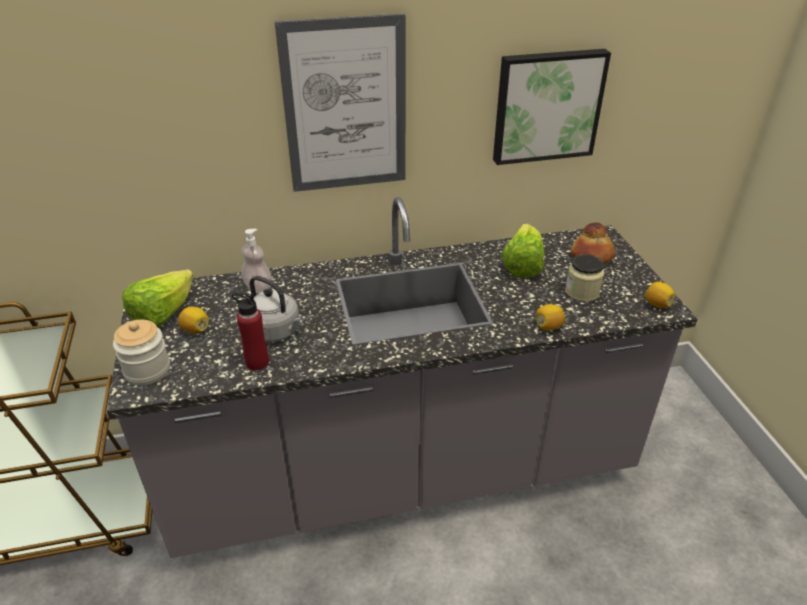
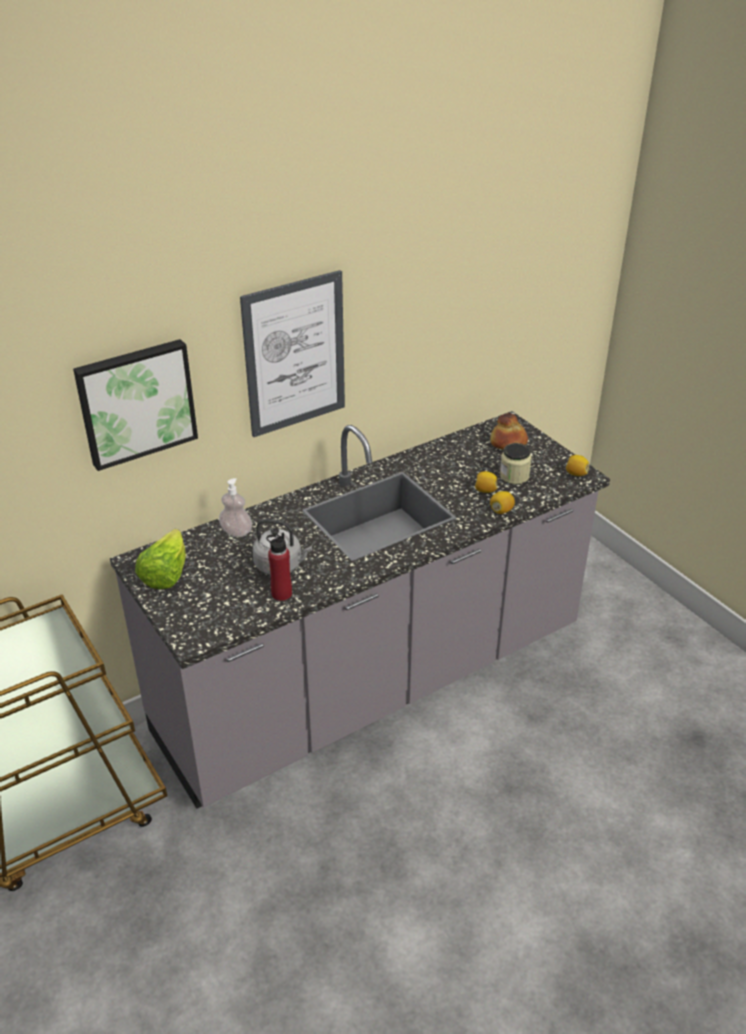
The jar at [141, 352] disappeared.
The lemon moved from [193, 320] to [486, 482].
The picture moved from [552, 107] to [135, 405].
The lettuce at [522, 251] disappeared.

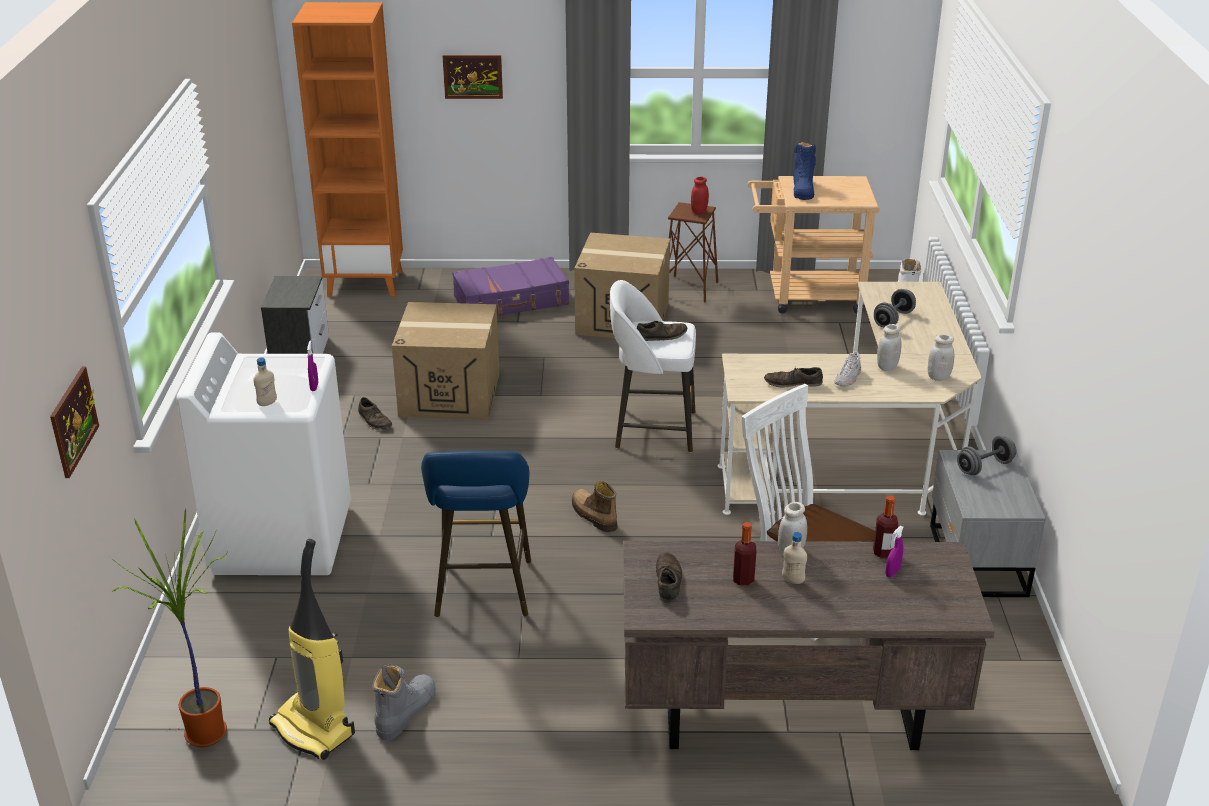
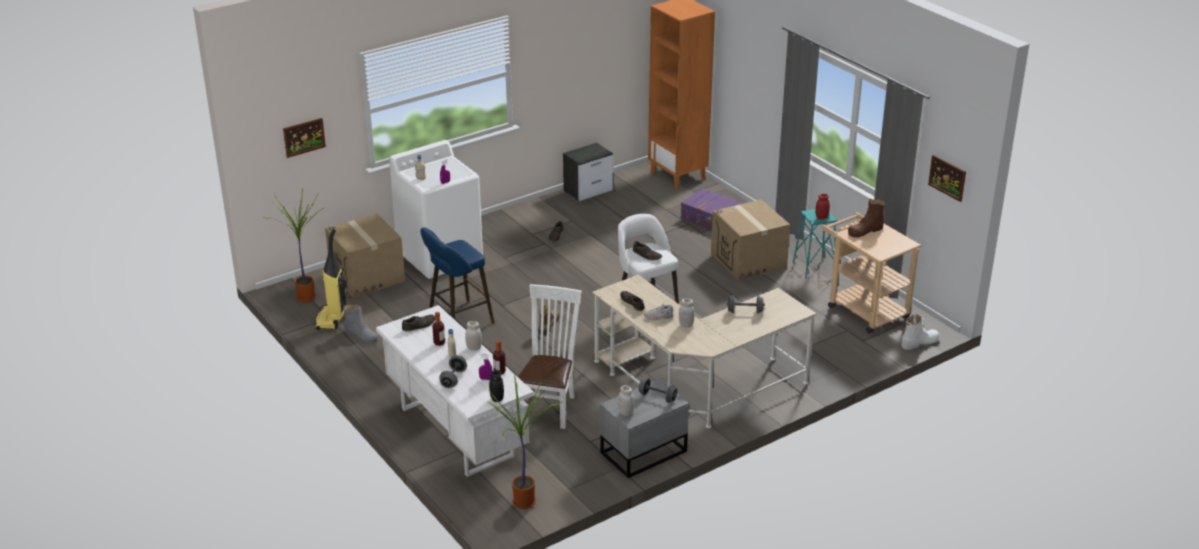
The grey boot at [404, 702] turned 45 degrees clockwise.
The cardboard box moved from [446, 361] to [365, 255].
The picture moved from [472, 77] to [947, 178].
The brown desk at [809, 645] became the white desk at [455, 391].
The brown stool at [693, 252] became the turquoise stool at [815, 244].
The blue boot at [804, 171] became the brown boot at [866, 218].
The white jar moved from [941, 357] to [626, 400].
The grey dumbbell at [453, 371] appeared.
The potted plant at [524, 441] appeared.
The black jar at [496, 386] appeared.

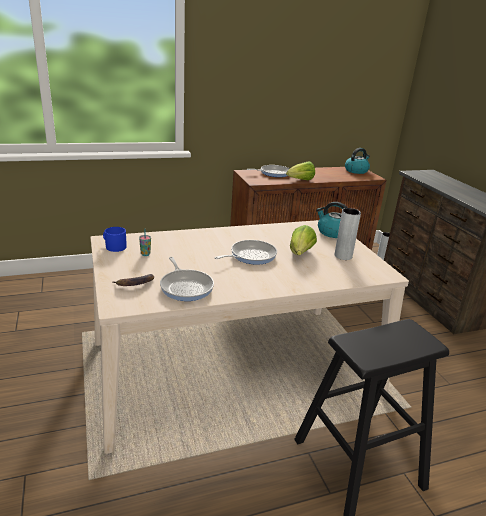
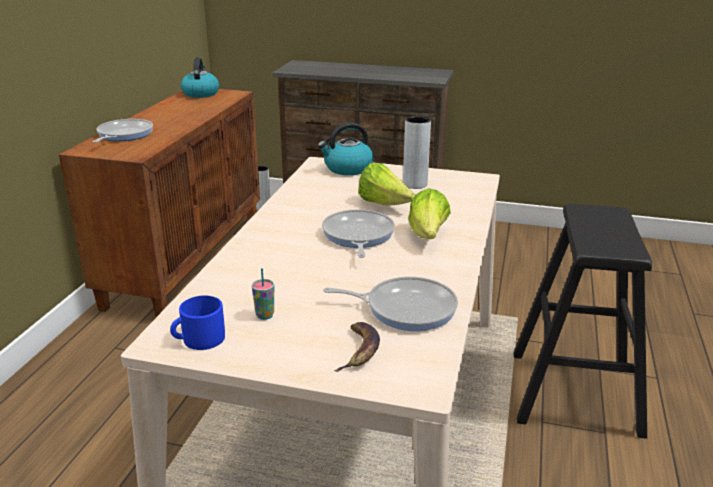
The lettuce moved from [300, 170] to [429, 213].

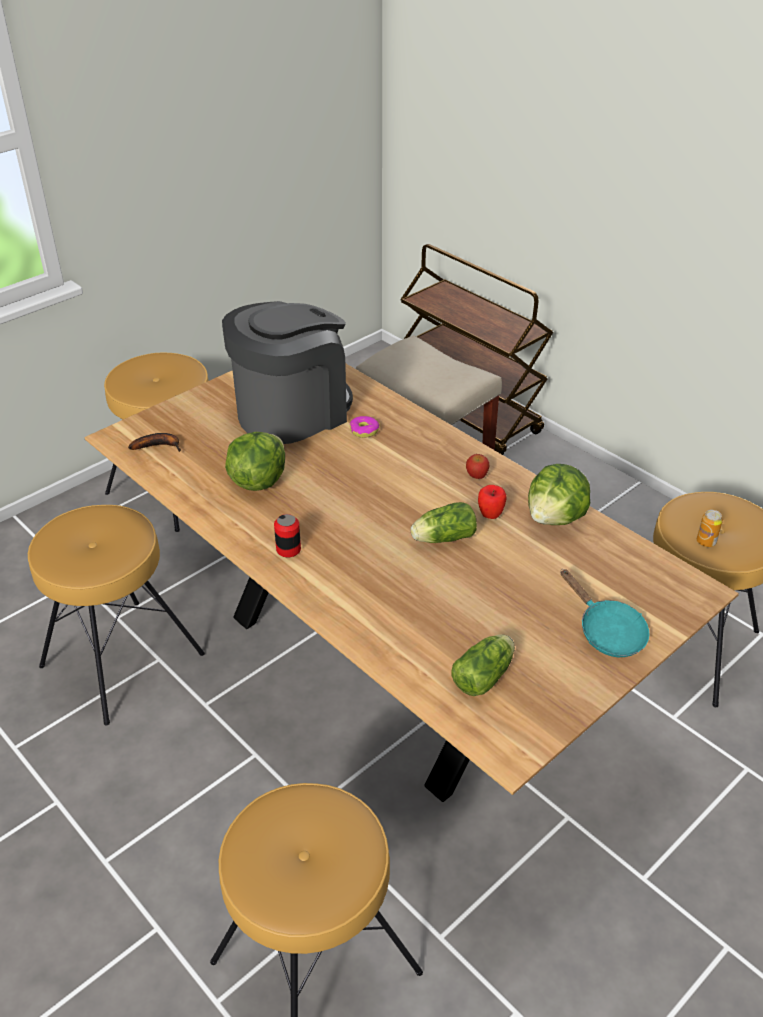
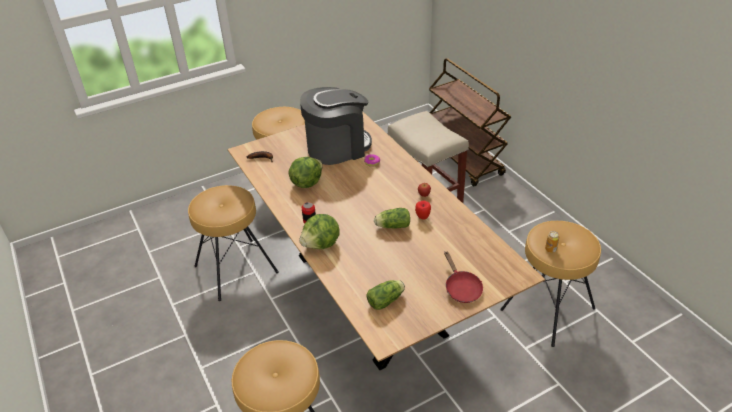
The lettuce moved from [559, 494] to [319, 231].
The turquoise frying pan at [605, 613] became the red frying pan at [463, 277].

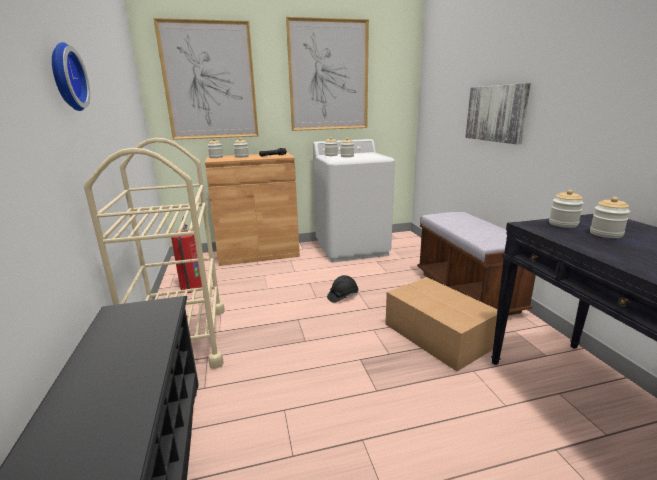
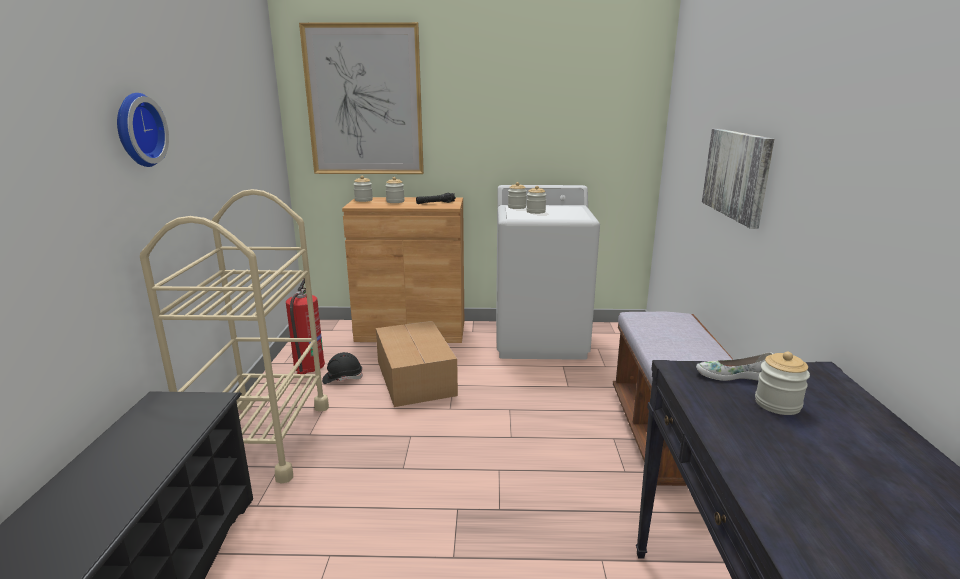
The picture at [327, 74] disappeared.
The black hard hat moved from [343, 289] to [343, 368].
The cardboard box moved from [441, 324] to [417, 364].
The jar at [566, 209] was replaced by the white shoe at [734, 366].

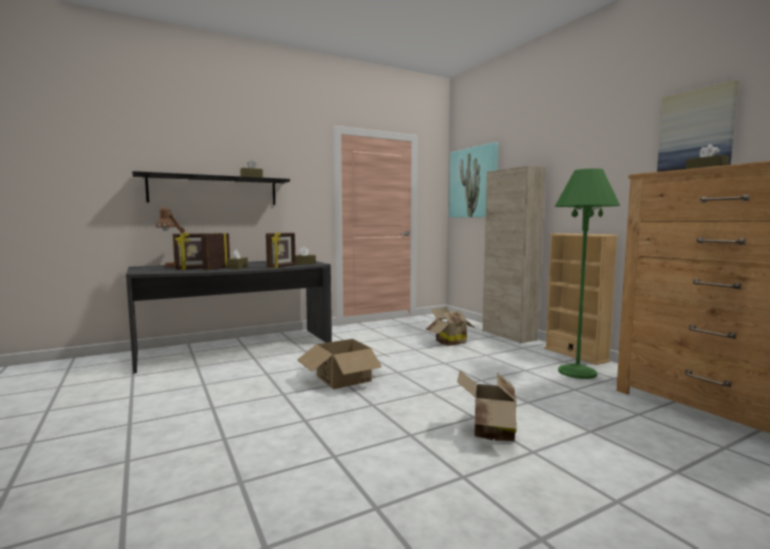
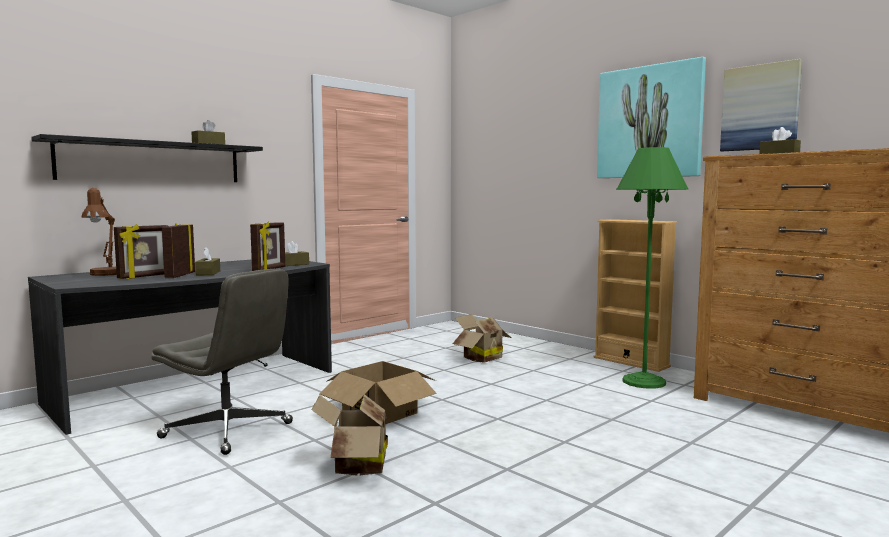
The picture moved from [473, 180] to [651, 117].
The cardboard box moved from [487, 405] to [349, 434].
The beige cabinet at [513, 254] disappeared.
The grey office chair at [222, 362] appeared.

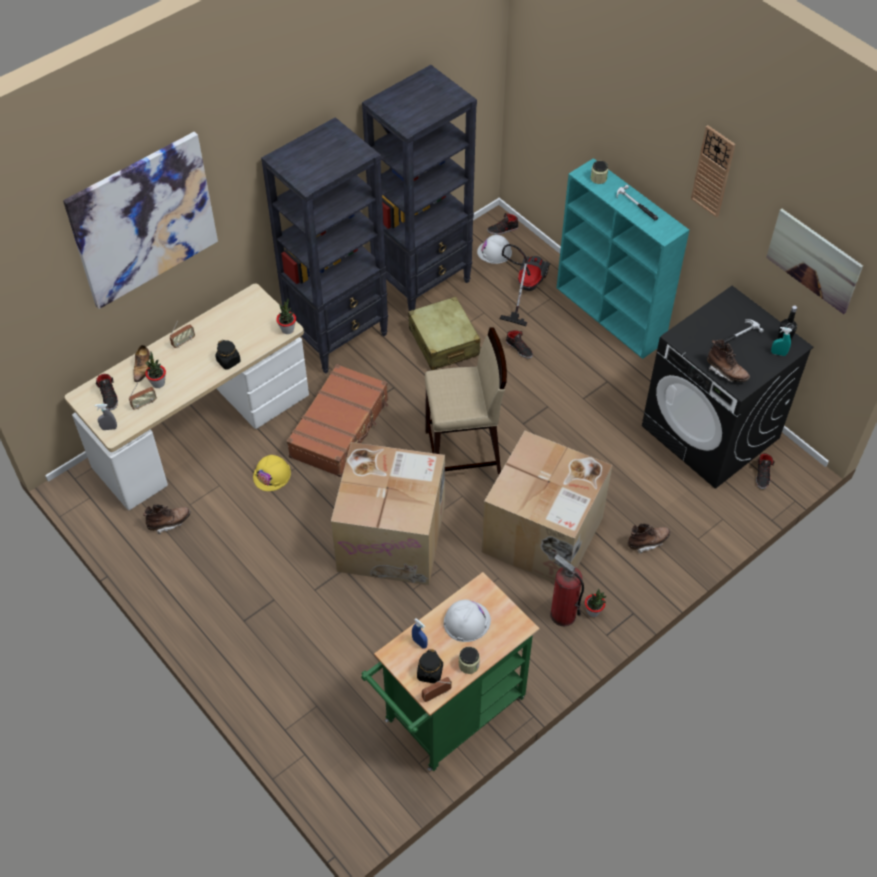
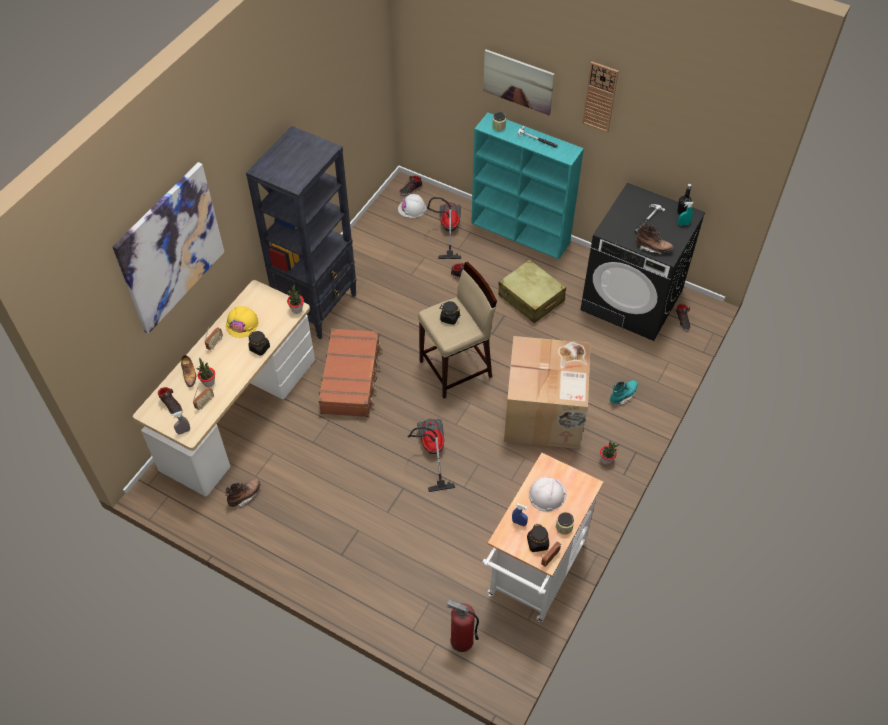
The yellow hard hat moved from [272, 473] to [242, 322].
The cardboard box at [388, 513] was replaced by the vacuum cleaner at [431, 455].
The green cart at [450, 671] became the white cart at [542, 538].
The black bookcase at [419, 188] disappeared.
The beige suitcase moved from [444, 333] to [532, 291].
The fire extinguisher moved from [567, 590] to [463, 625].
The brown boot at [648, 538] became the turquoise boot at [624, 393].
The picture moved from [814, 261] to [519, 82].
The black jar at [449, 313] appeared.

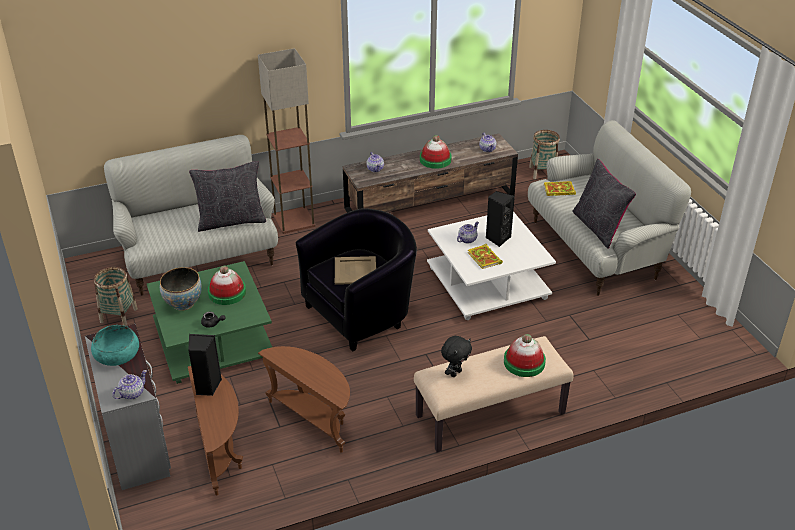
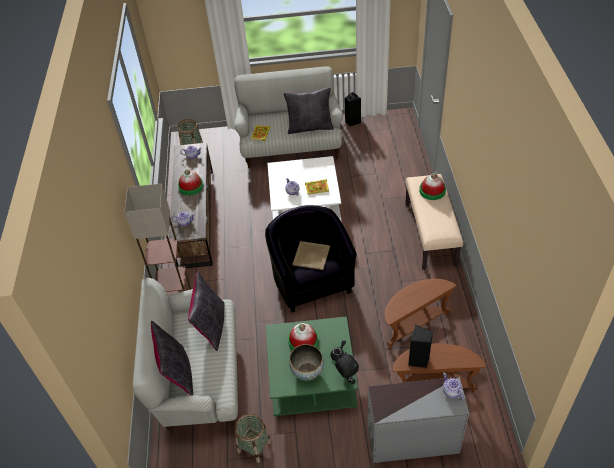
The turquoise bowl at [115, 345] disappeared.
The black plush toy moved from [456, 356] to [347, 368].
The black speaker moved from [500, 219] to [353, 109].
The black pillow at [172, 358] appeared.

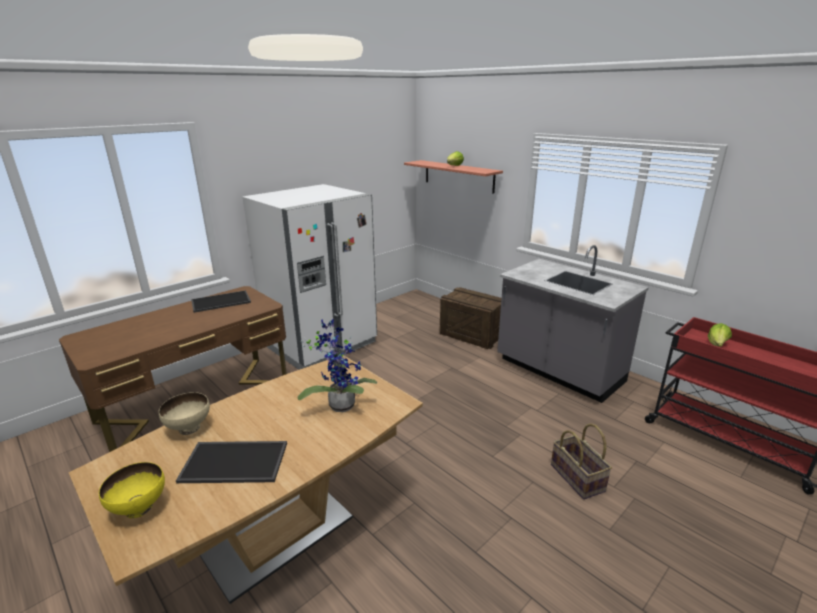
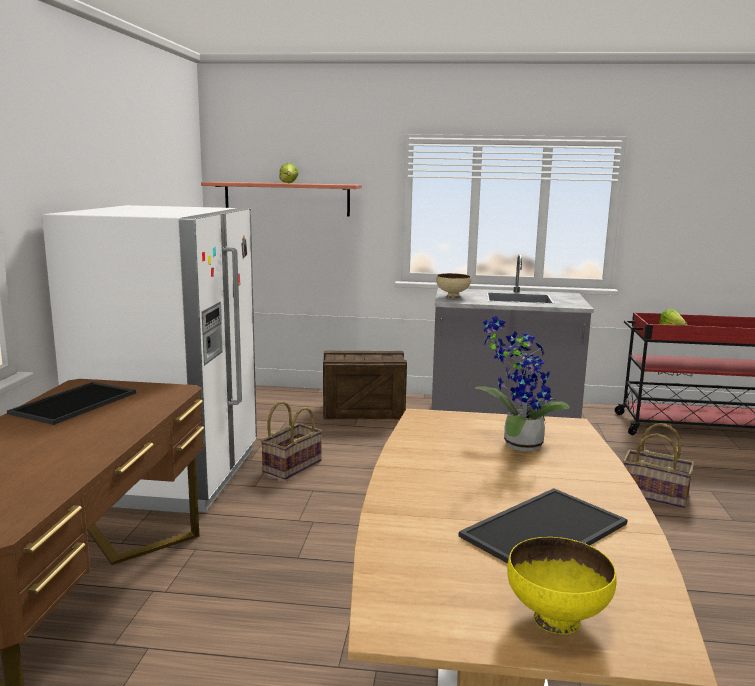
The beige bowl moved from [184, 413] to [453, 285].
The basket at [291, 440] appeared.

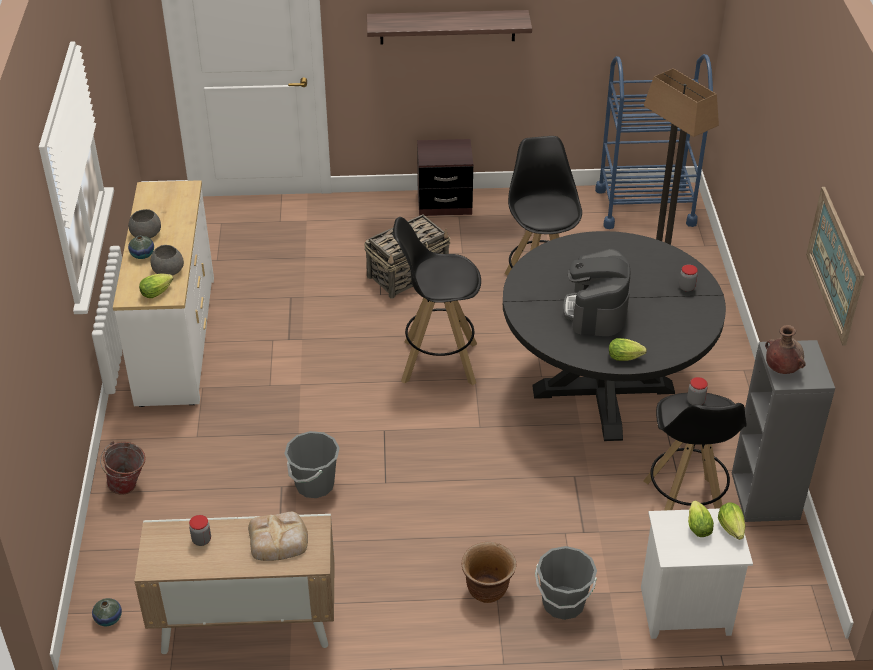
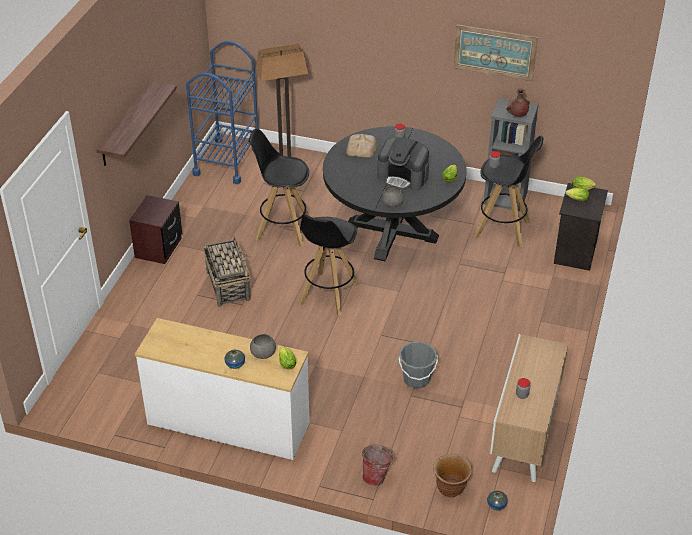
The grey bowl moved from [144, 223] to [393, 196].
The bread moved from [278, 536] to [361, 146].
The brown planter moved from [489, 572] to [452, 475].
The grey bucket at [566, 583] disappeared.
The white nightstand at [697, 573] became the black nightstand at [581, 227].

